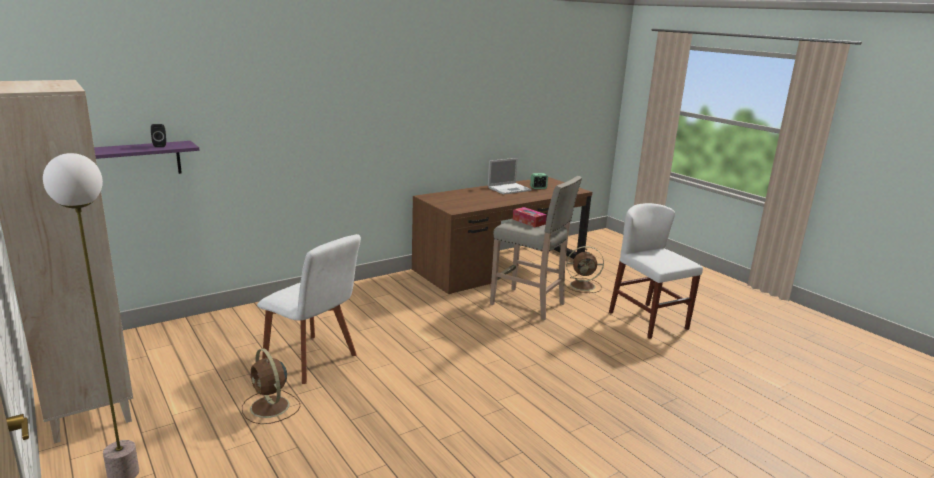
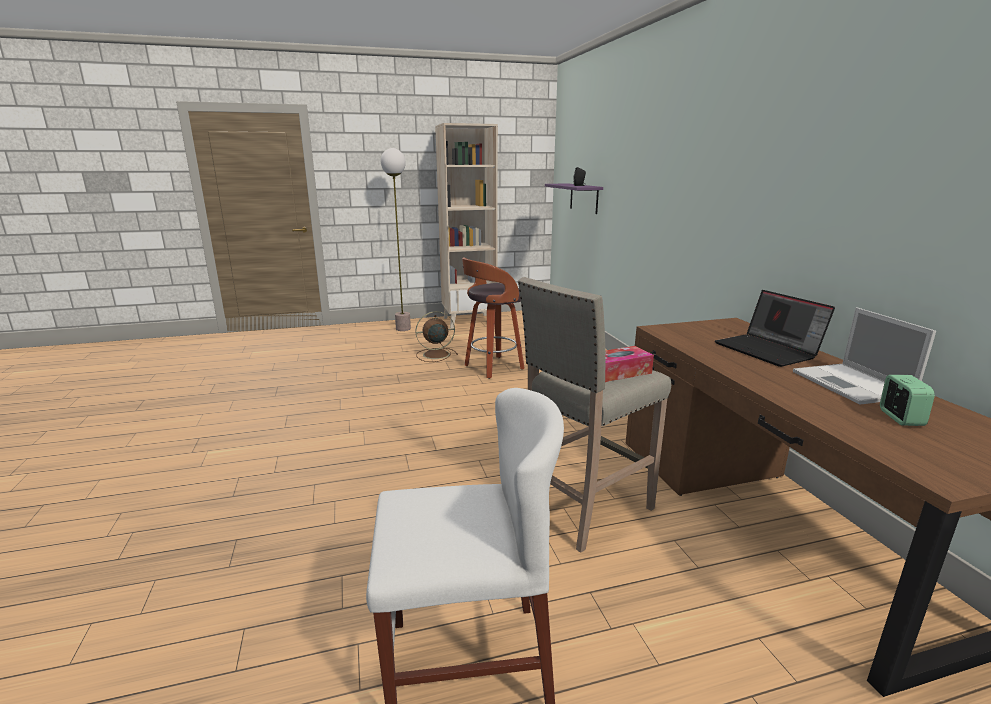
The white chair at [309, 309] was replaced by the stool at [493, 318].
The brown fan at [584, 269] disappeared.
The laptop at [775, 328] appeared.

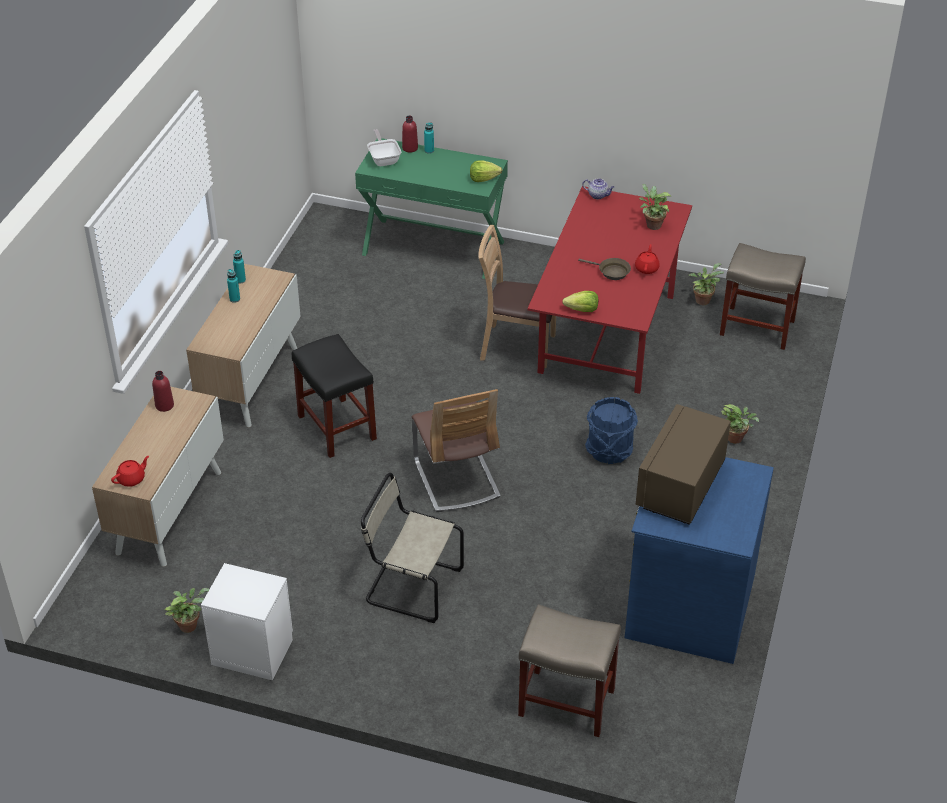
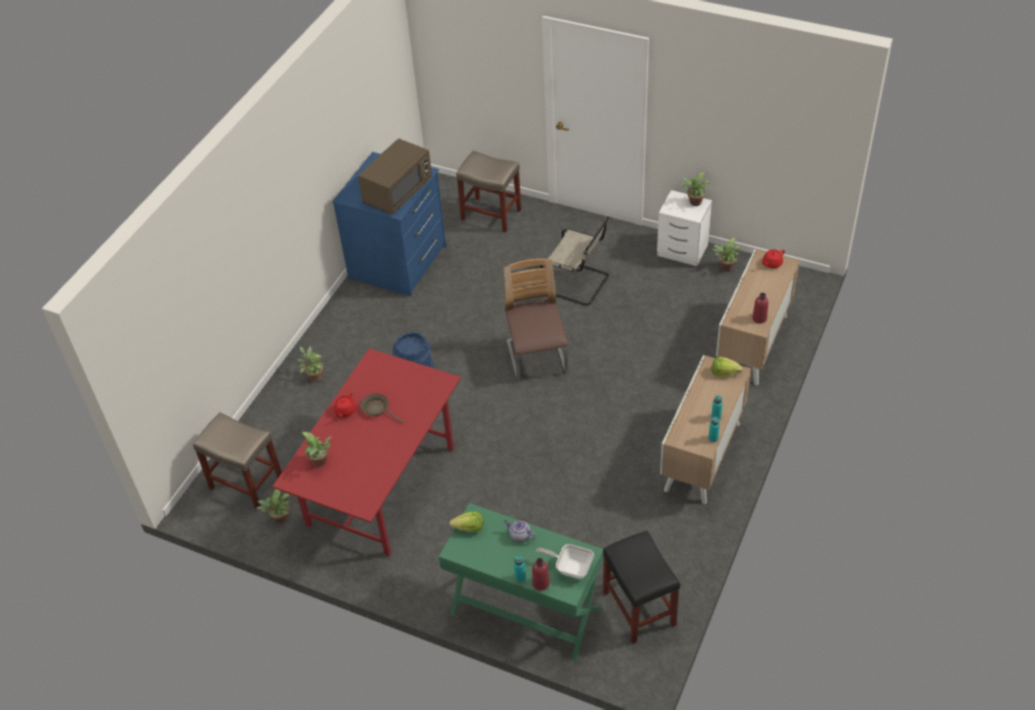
The black stool moved from [334, 396] to [641, 587].
The frying pan at [384, 147] turned 120 degrees clockwise.
The brown chair at [517, 296] disappeared.
The lettuce moved from [580, 301] to [727, 367].
The teapot moved from [598, 188] to [520, 531].
The potted plant at [694, 189] appeared.

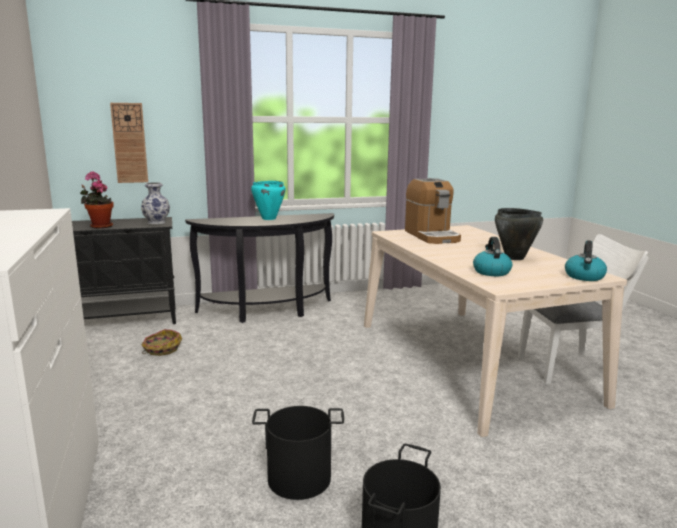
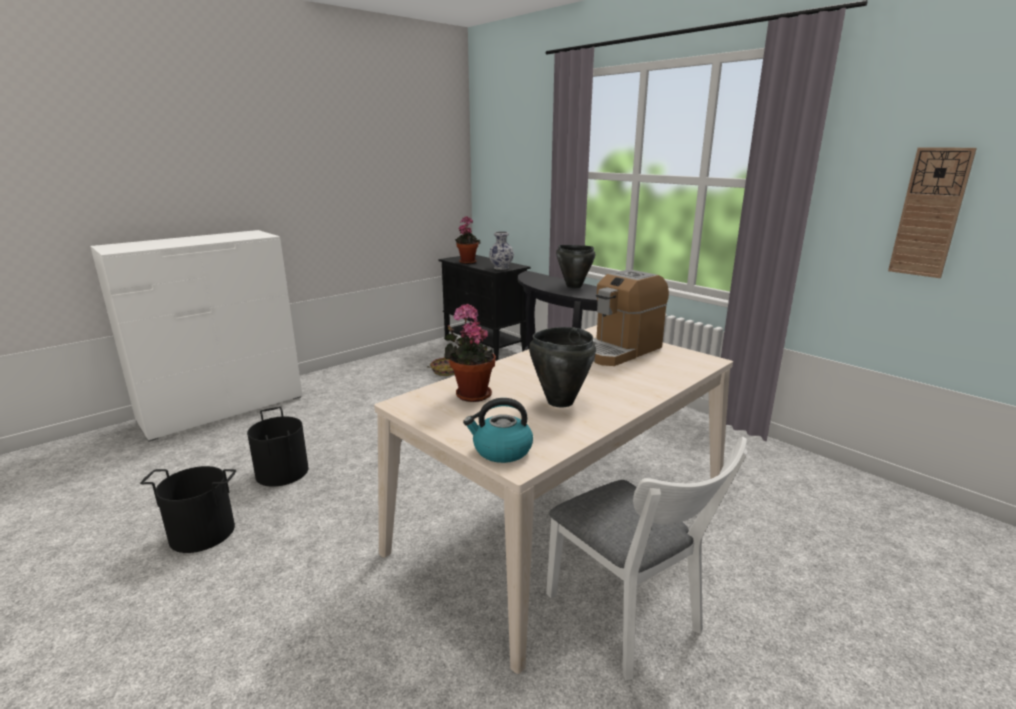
The wall clock moved from [129, 143] to [932, 212].
The turquoise cooking pot at [268, 200] became the black cooking pot at [575, 266].
The kettle at [492, 256] was replaced by the potted plant at [470, 353].

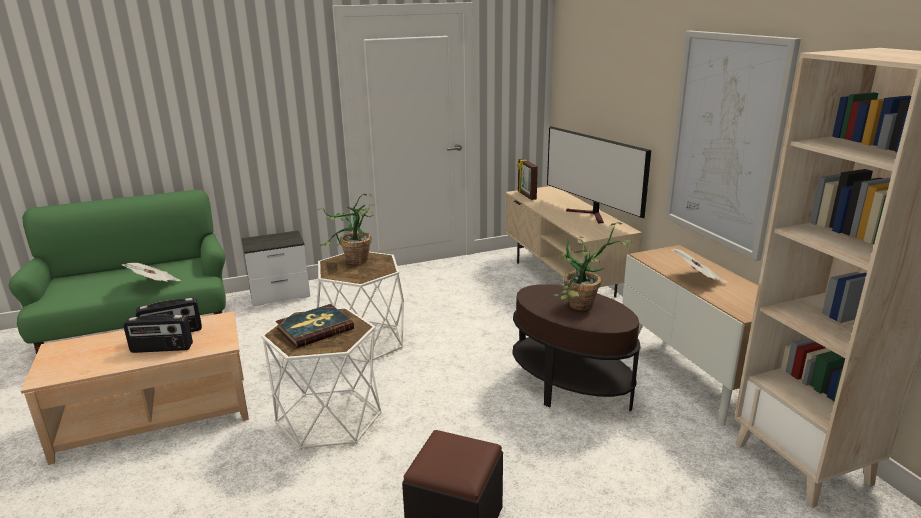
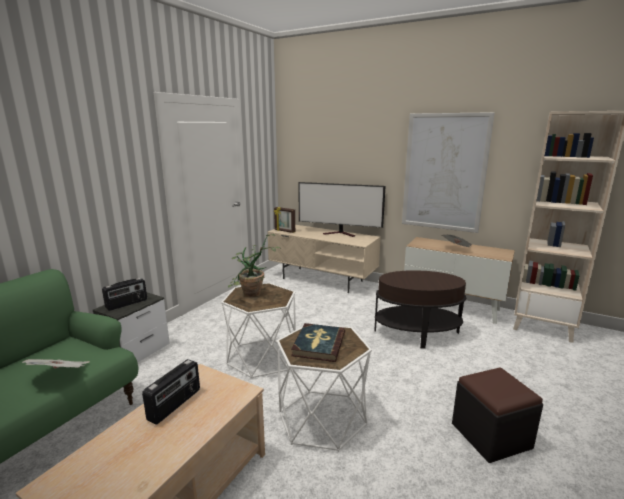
The radio moved from [158, 334] to [124, 294].
The potted plant at [592, 266] disappeared.

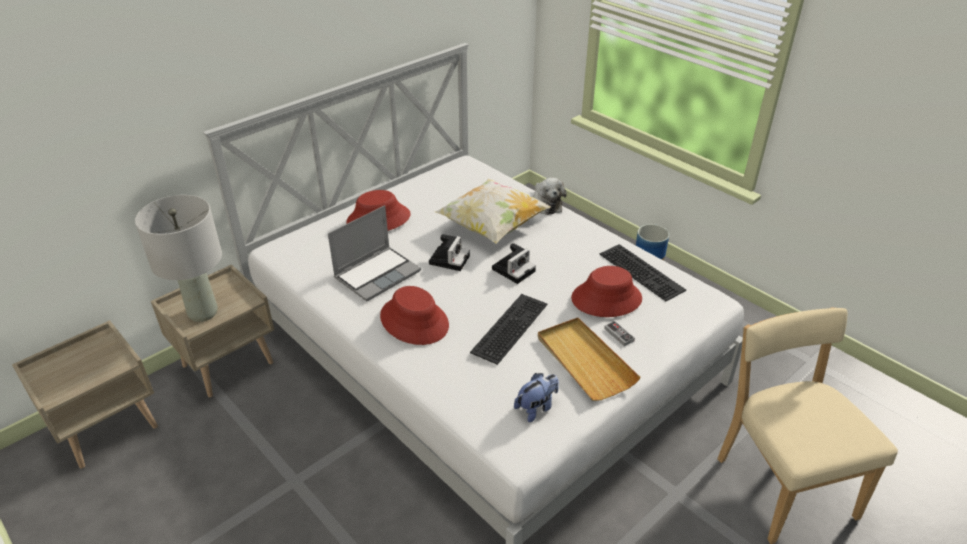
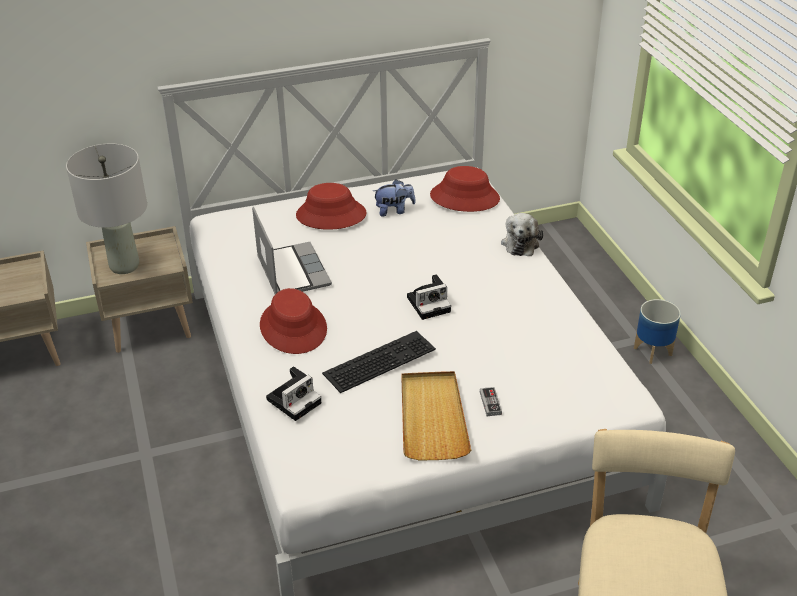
The laptop at [374, 253] turned 90 degrees counterclockwise.
The photo camera moved from [449, 252] to [293, 393].
The pillow at [493, 211] disappeared.
The plush toy moved from [536, 397] to [394, 198].
The red hat moved from [606, 291] to [465, 189].
The keyboard at [643, 272] disappeared.

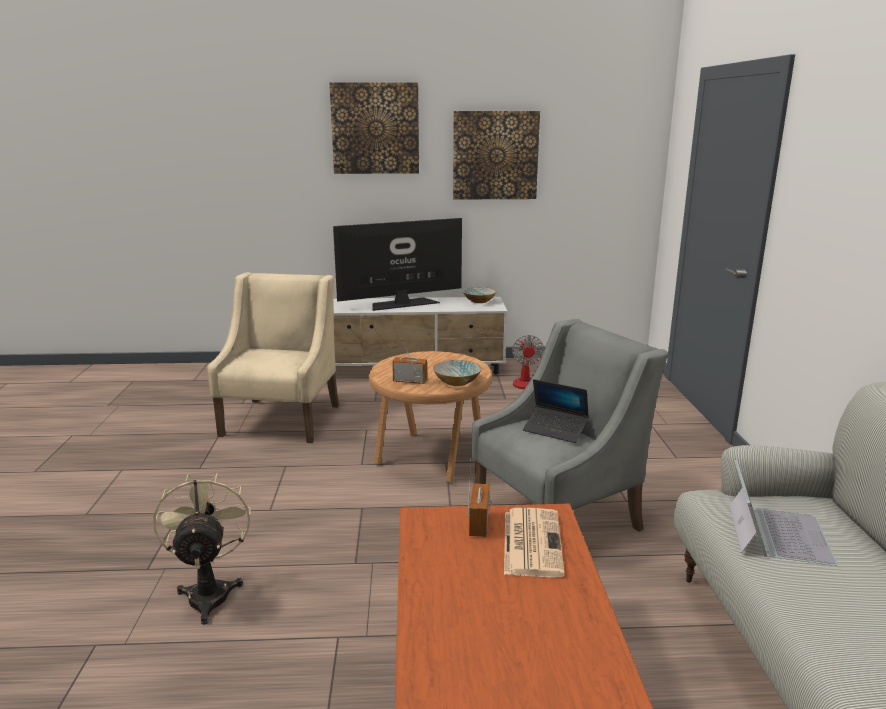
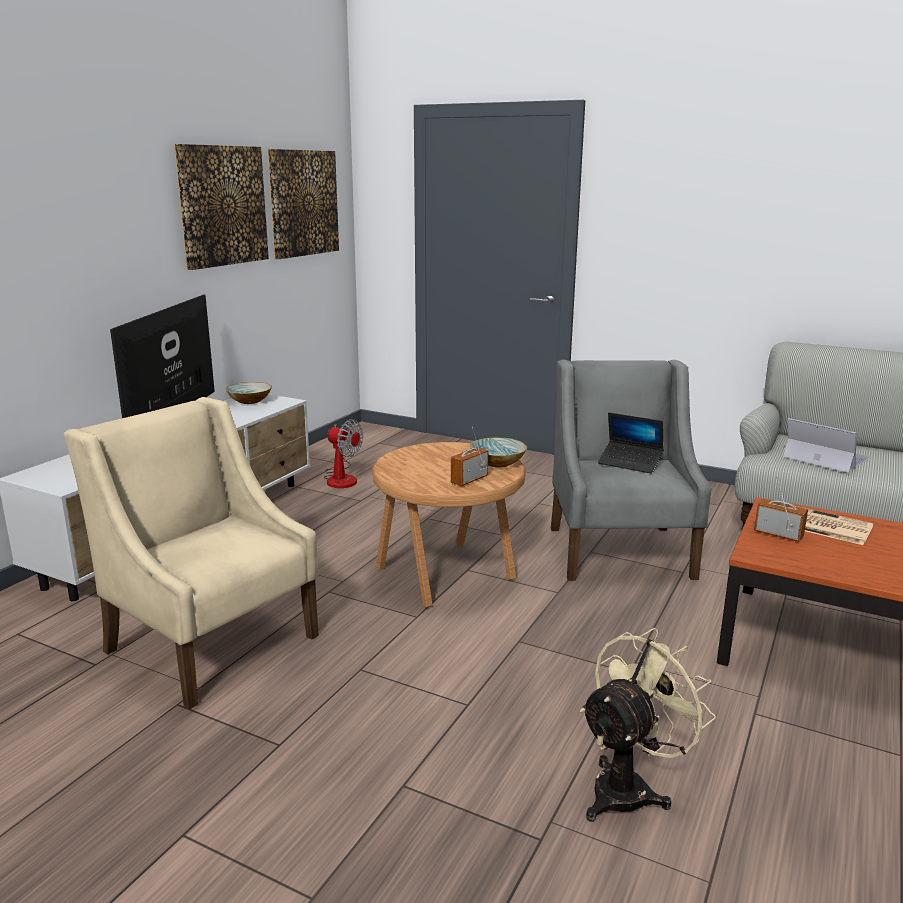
The beige fan at [202, 549] turned 120 degrees clockwise.
The picture moved from [374, 128] to [303, 204].
The laptop at [556, 411] turned 60 degrees clockwise.

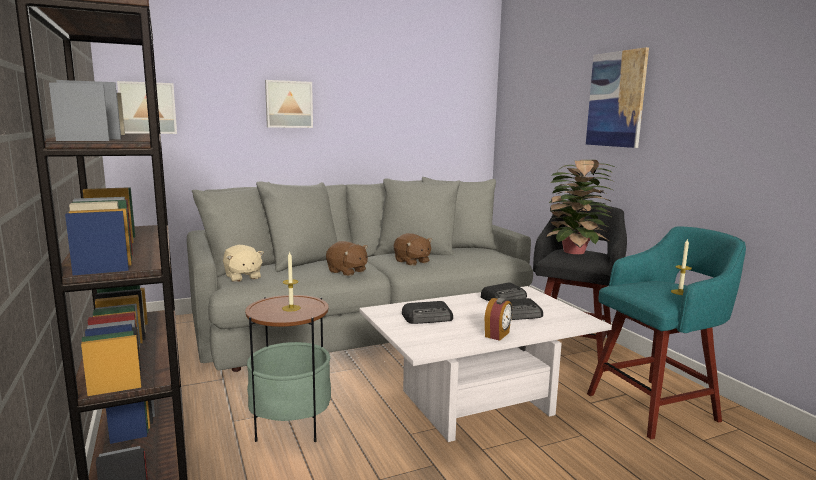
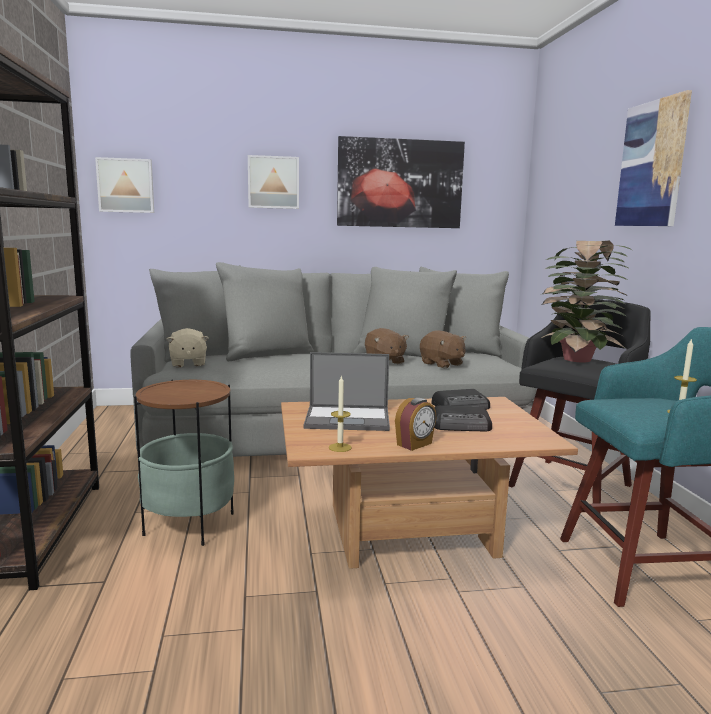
The candle moved from [291, 281] to [340, 413].
The brown plush toy moved from [347, 258] to [443, 349].
The white coffee table at [485, 364] became the brown coffee table at [429, 483].
The radio at [427, 312] was replaced by the laptop at [347, 391].
The picture at [401, 182] appeared.

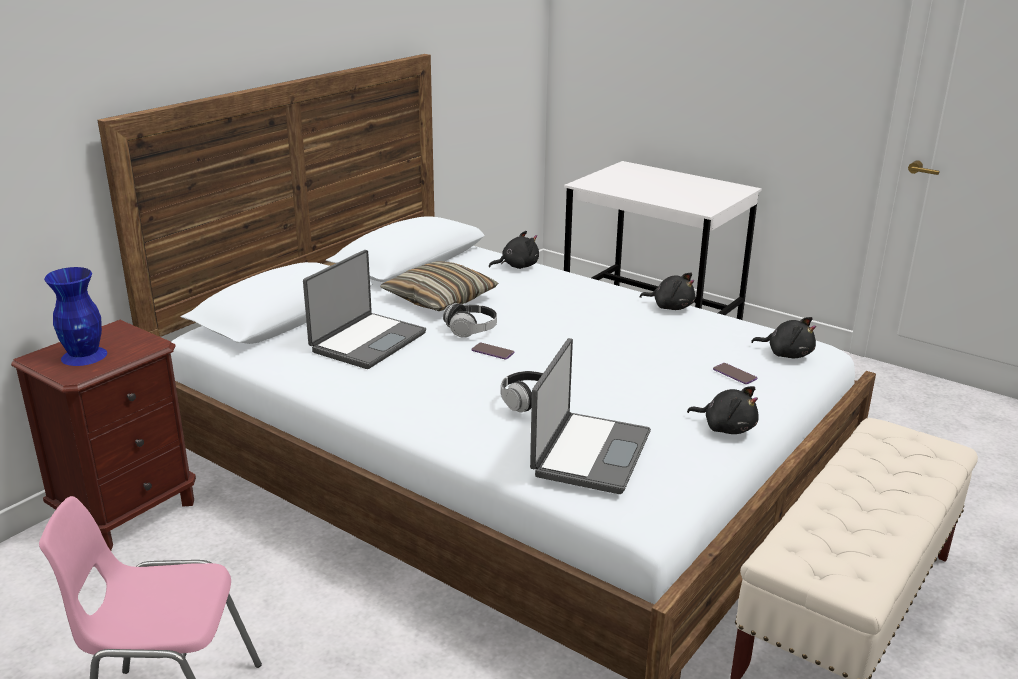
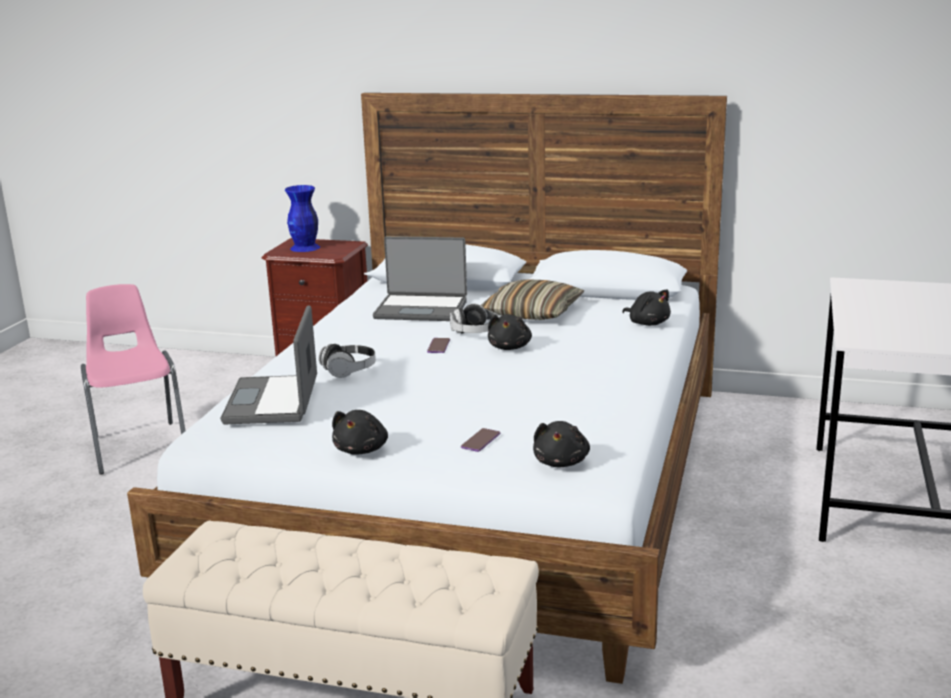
The laptop at [590, 416] turned 90 degrees clockwise.
The black plush toy moved from [667, 291] to [510, 332].

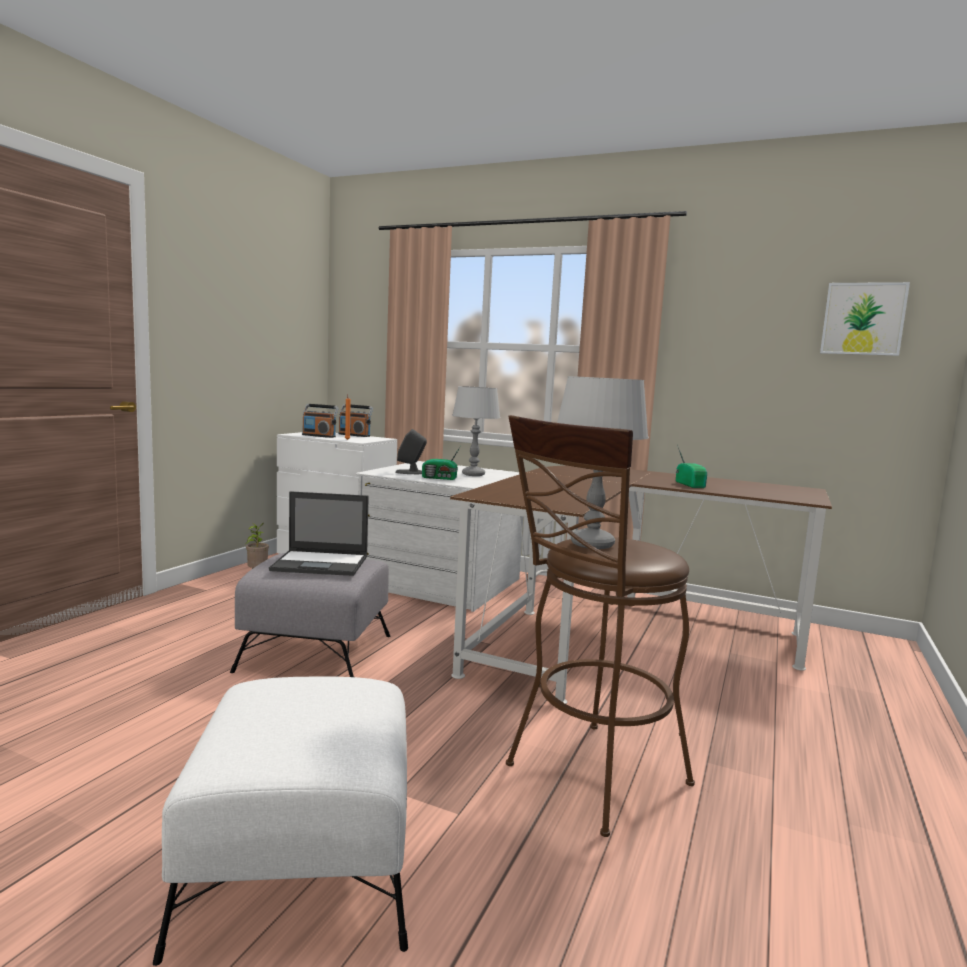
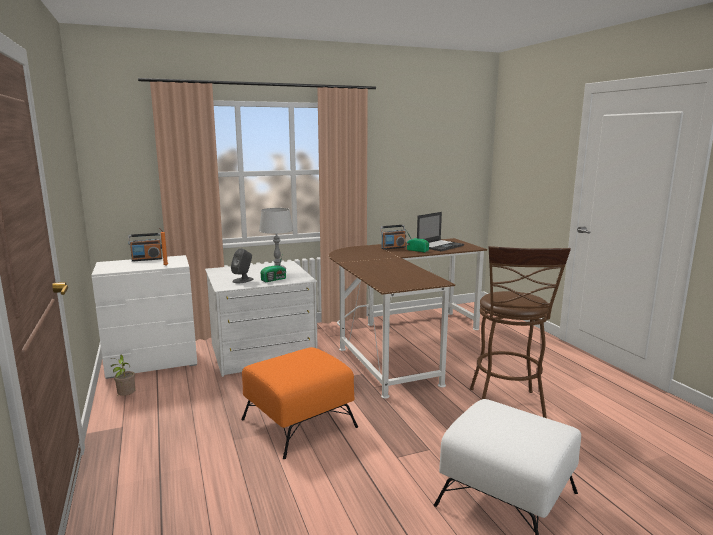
The grey ottoman at [310, 615] became the orange ottoman at [299, 403].
The laptop moved from [319, 533] to [440, 231].
The radio moved from [320, 421] to [393, 237].
The grey table lamp at [603, 462] disappeared.
The picture at [865, 319] disappeared.

